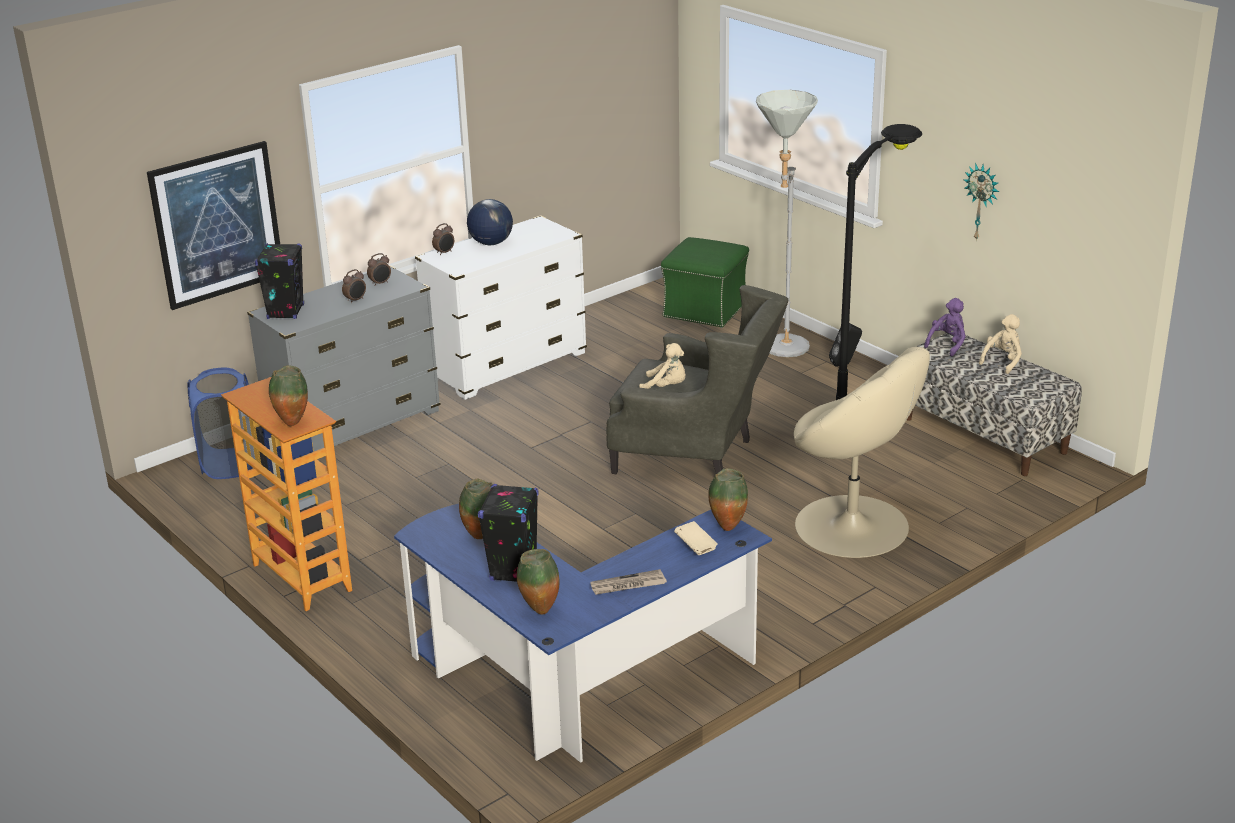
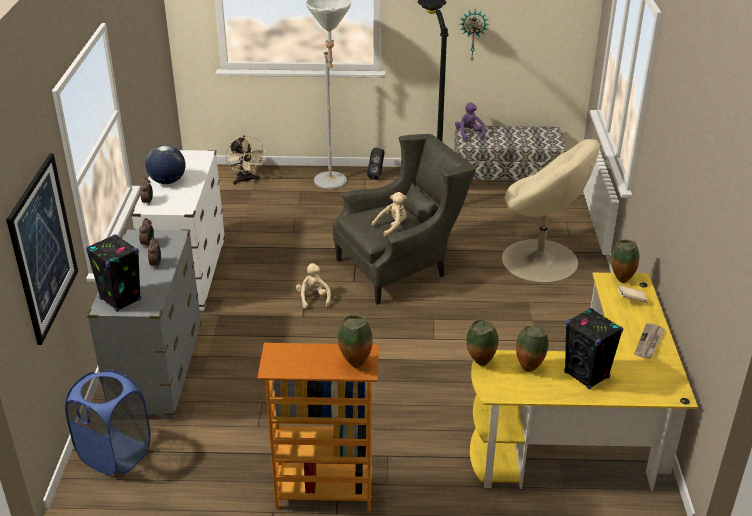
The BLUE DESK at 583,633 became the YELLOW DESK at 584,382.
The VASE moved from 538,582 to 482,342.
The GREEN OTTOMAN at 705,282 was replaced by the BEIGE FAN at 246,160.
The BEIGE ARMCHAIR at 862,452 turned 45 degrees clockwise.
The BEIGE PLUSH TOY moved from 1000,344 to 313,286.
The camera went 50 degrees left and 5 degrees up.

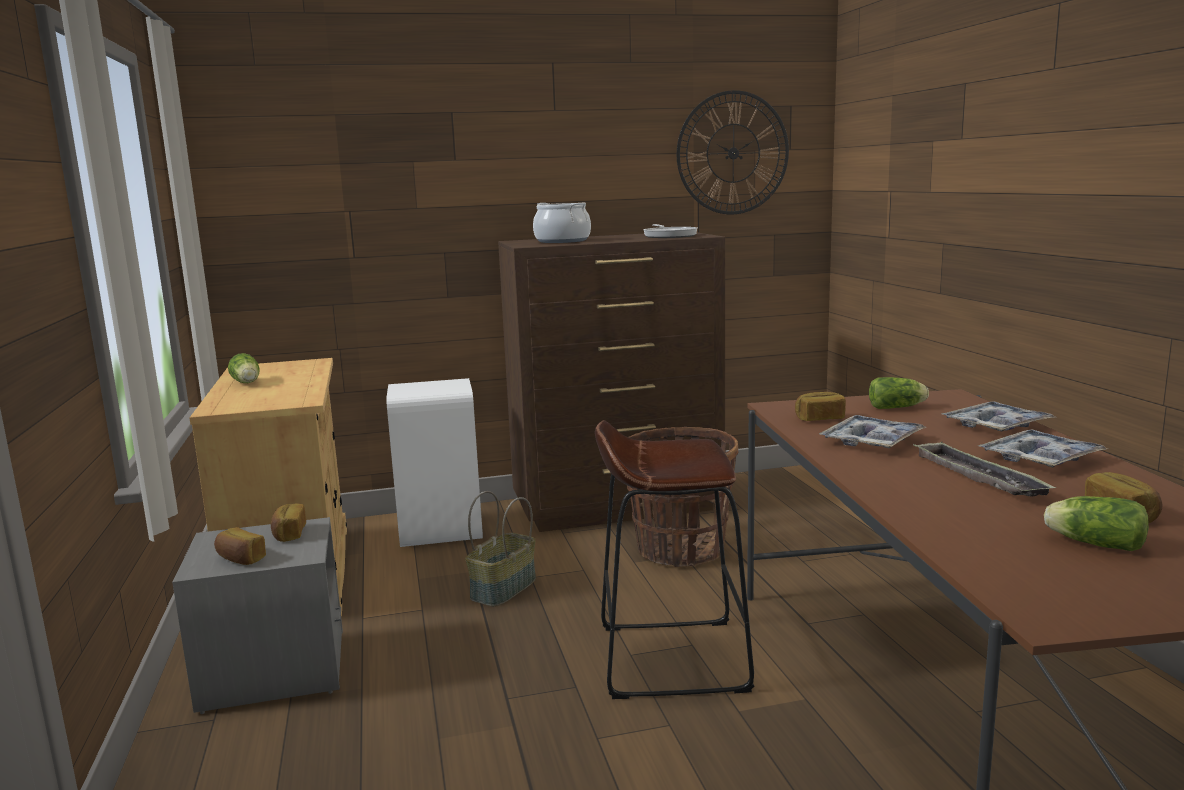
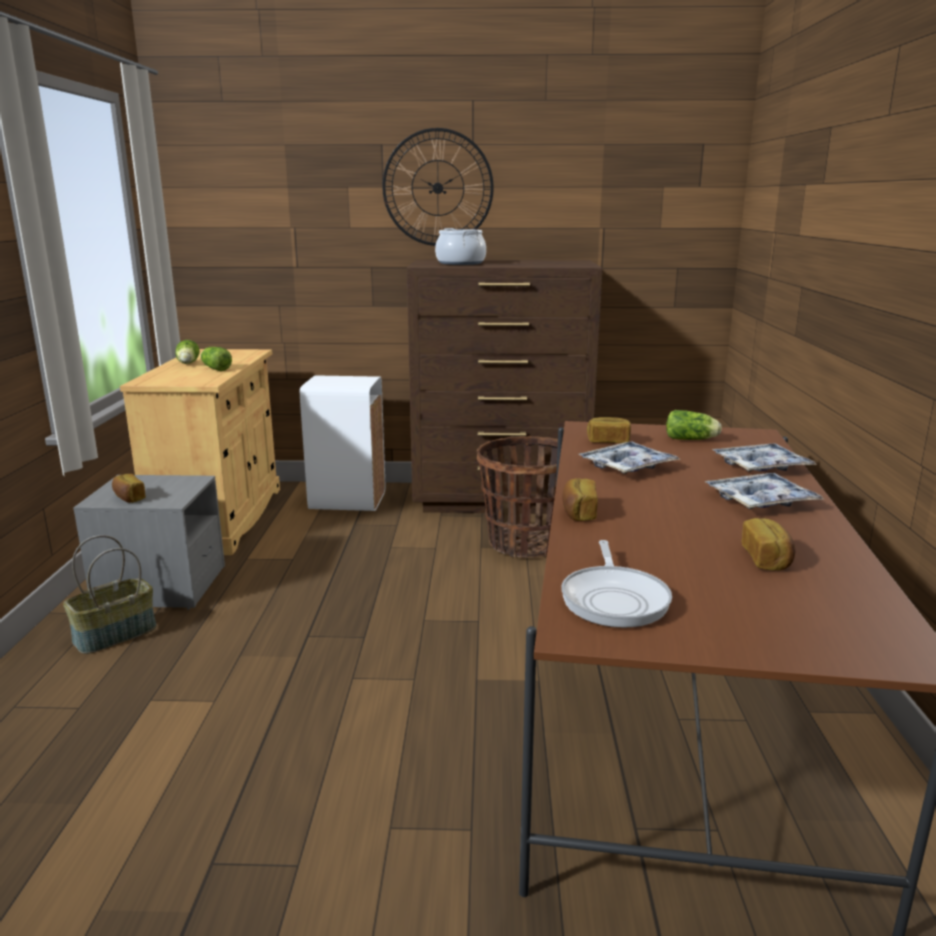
The BREAD moved from 288,522 to 580,499.
The BASKET moved from 500,548 to 109,594.
The BROWN STOOL at 675,560 disappeared.
The FRYING PAN moved from 671,231 to 616,584.
The WALL CLOCK moved from 733,152 to 438,187.
The TRAY at 984,469 disappeared.
The LETTUCE moved from 1096,523 to 216,359.
The camera went 15 degrees right and 5 degrees up.

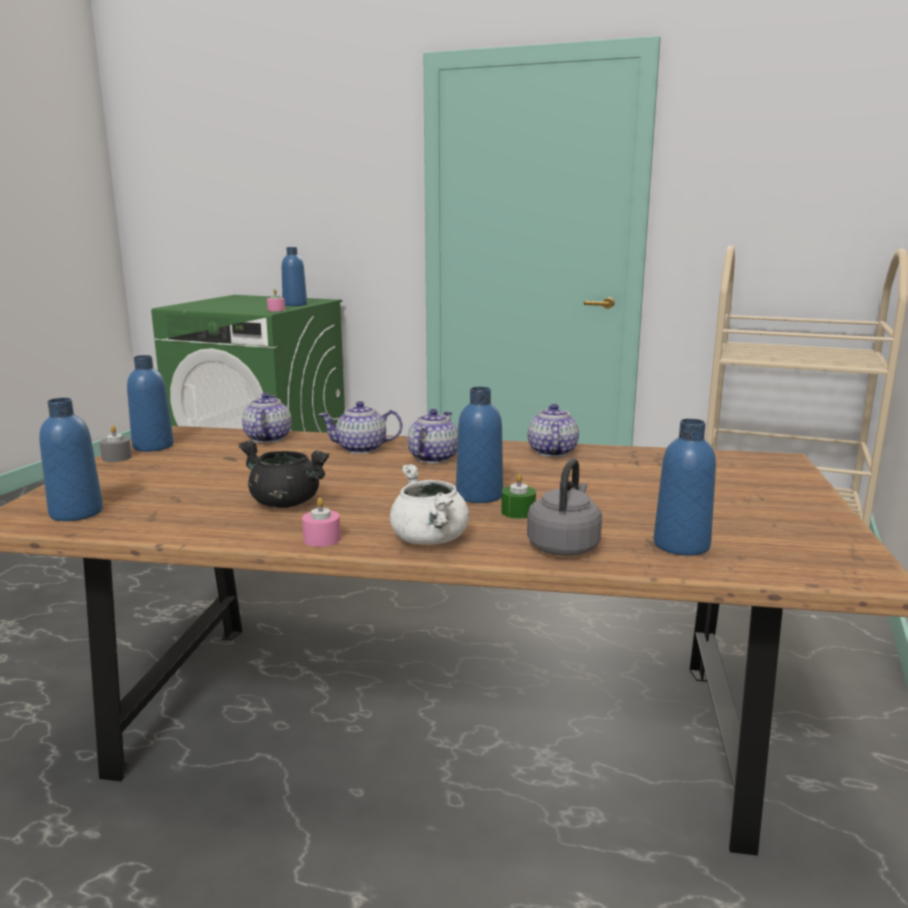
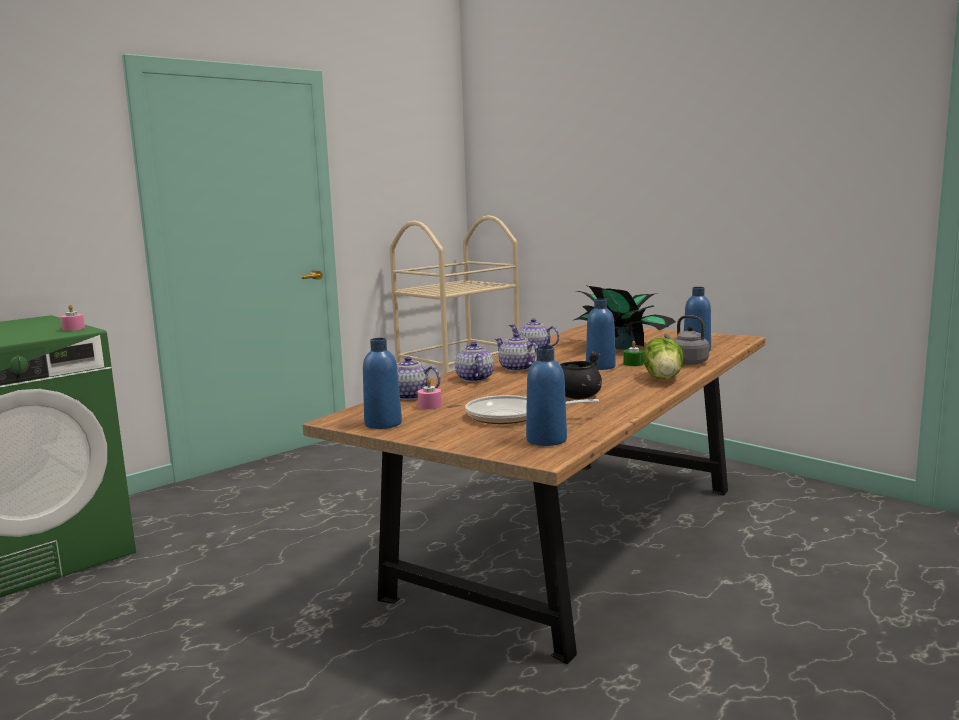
The GREY CANDLE at 116,443 disappeared.
The BLUE BOTTLE at 294,276 disappeared.
The PINK CANDLE moved from 321,522 to 429,393.
The TEAPOT at 360,427 turned 150 degrees clockwise.
The WHITE COOKING POT at 429,504 was replaced by the LETTUCE at 663,358.
The FRYING PAN at 532,409 appeared.
The POTTED PLANT at 624,318 appeared.
The camera went 65 degrees left and 5 degrees down.

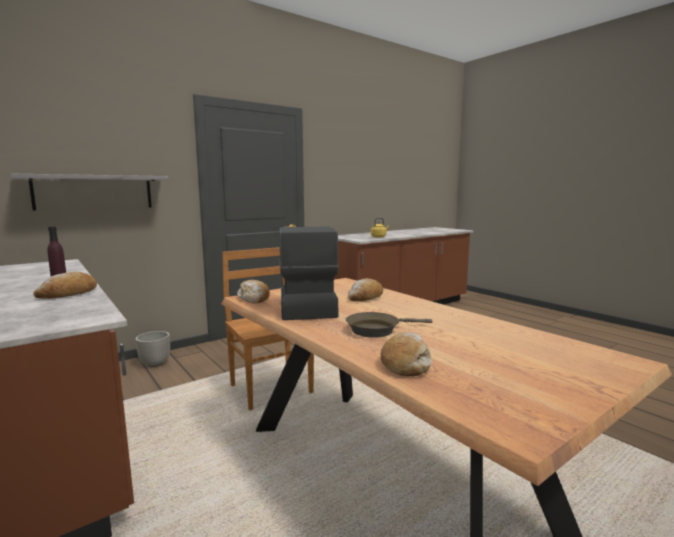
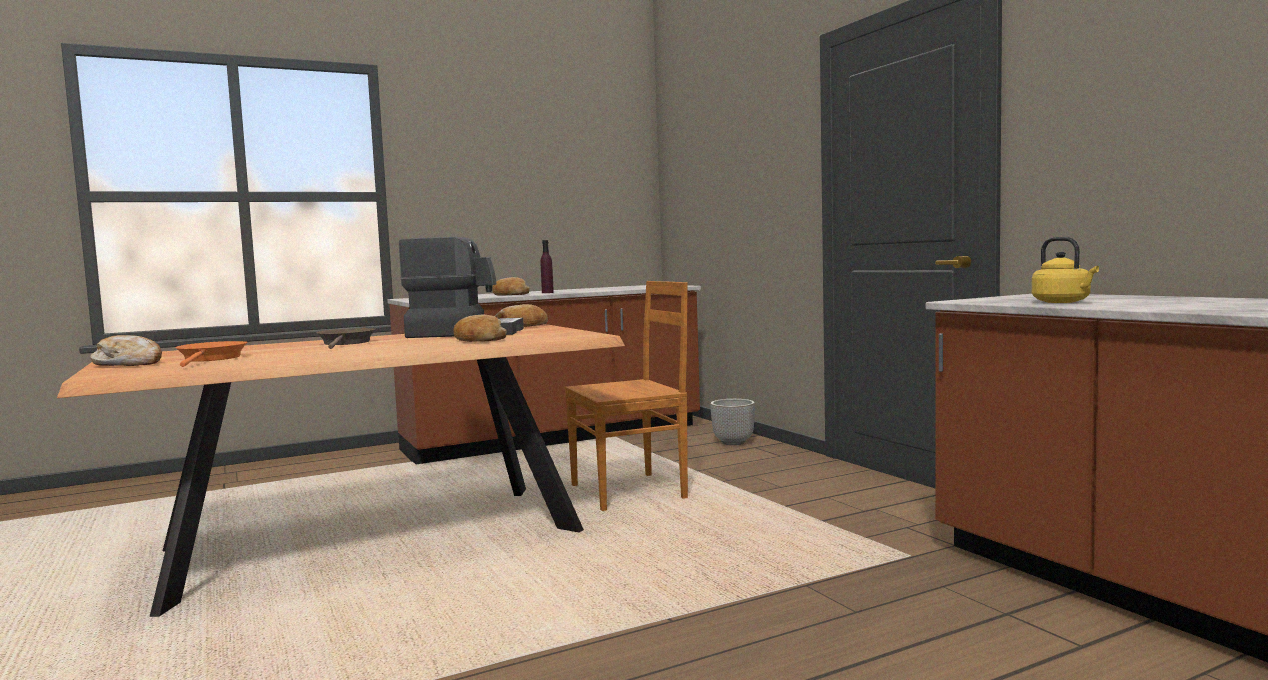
The GREY SHELF at 89,192 disappeared.
The BREAD moved from 406,354 to 126,350.
The ORANGE FRYING PAN at 211,354 appeared.
The camera went 100 degrees right and 5 degrees down.

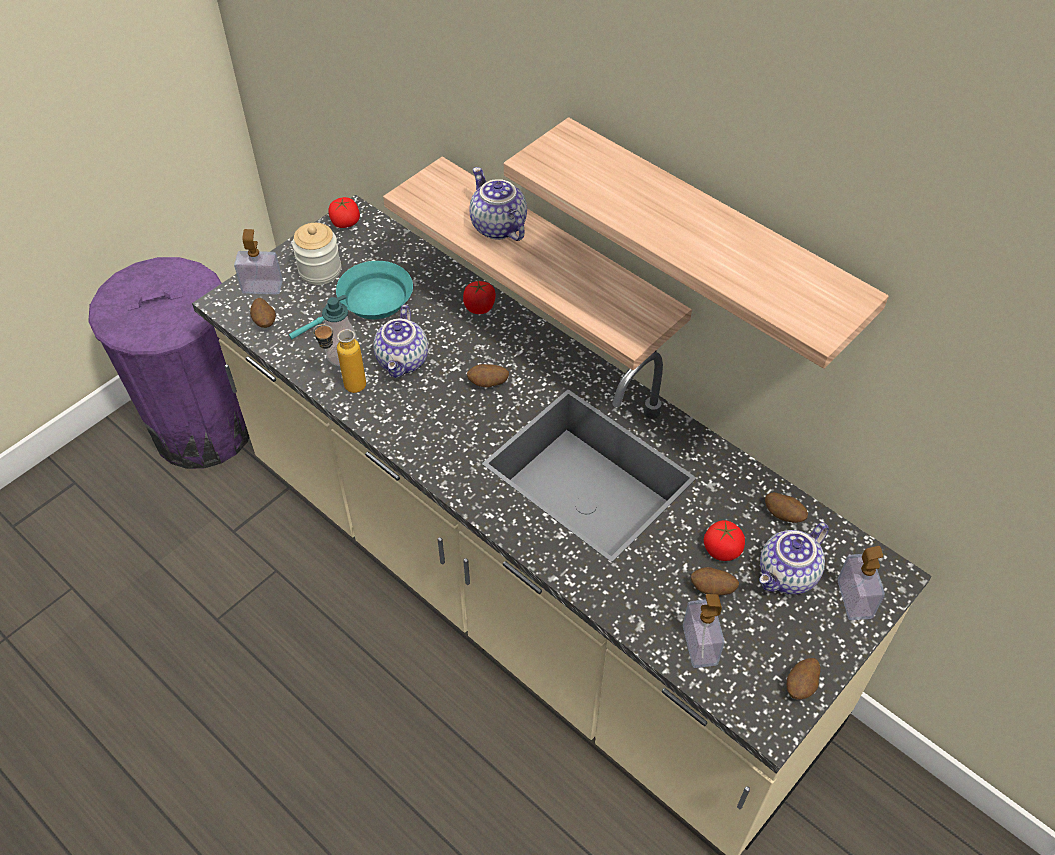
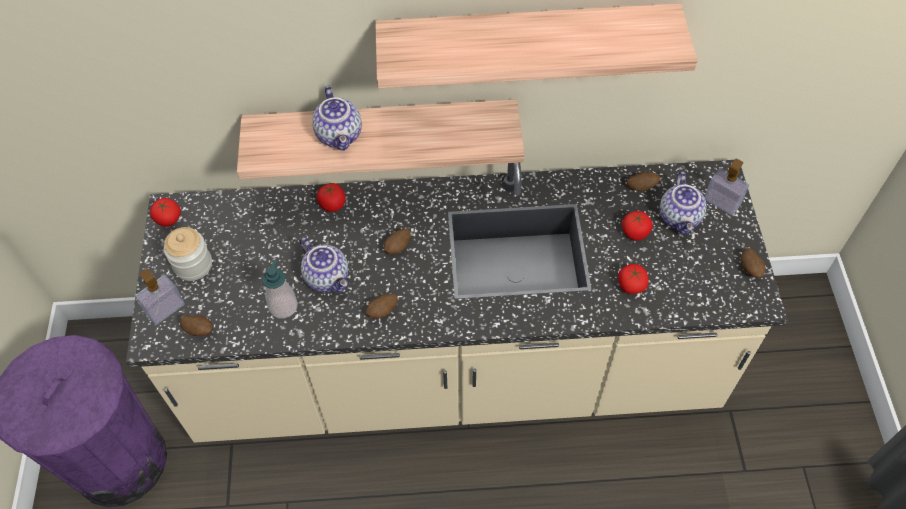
The TURQUOISE FRYING PAN at 351,300 disappeared.
The BOTTLE at 339,358 disappeared.
The TEAPOT at 498,204 turned 120 degrees counterclockwise.
The SOAP DISPENSER at 703,631 disappeared.
The POTATO moved from 715,581 to 382,306.
The TOMATO at 633,279 appeared.
The camera went 45 degrees left and 5 degrees up.

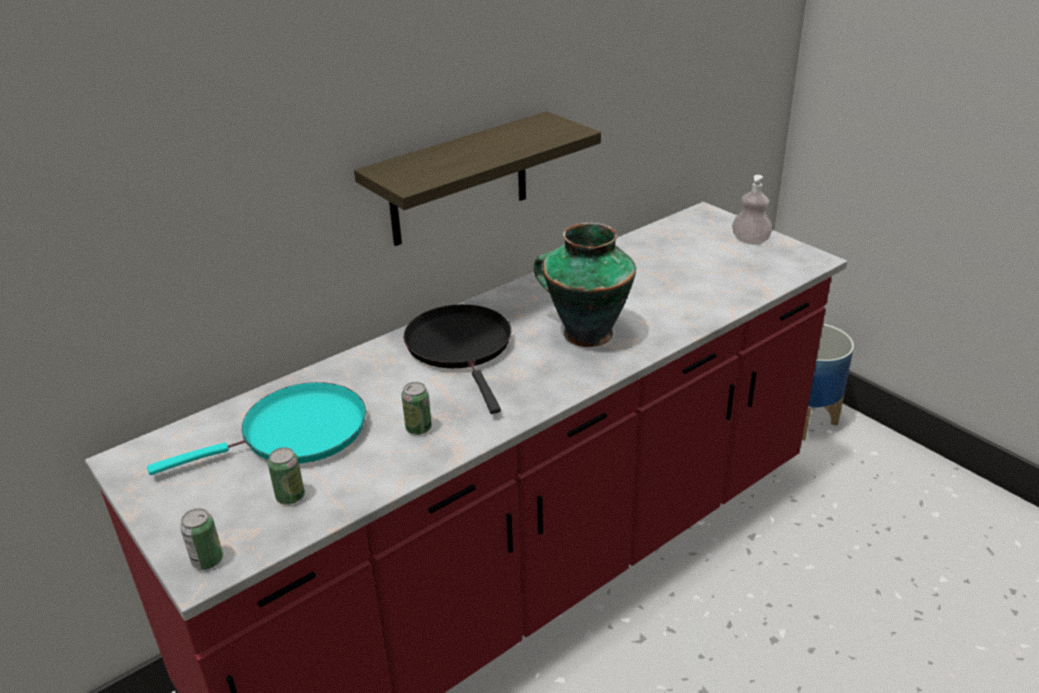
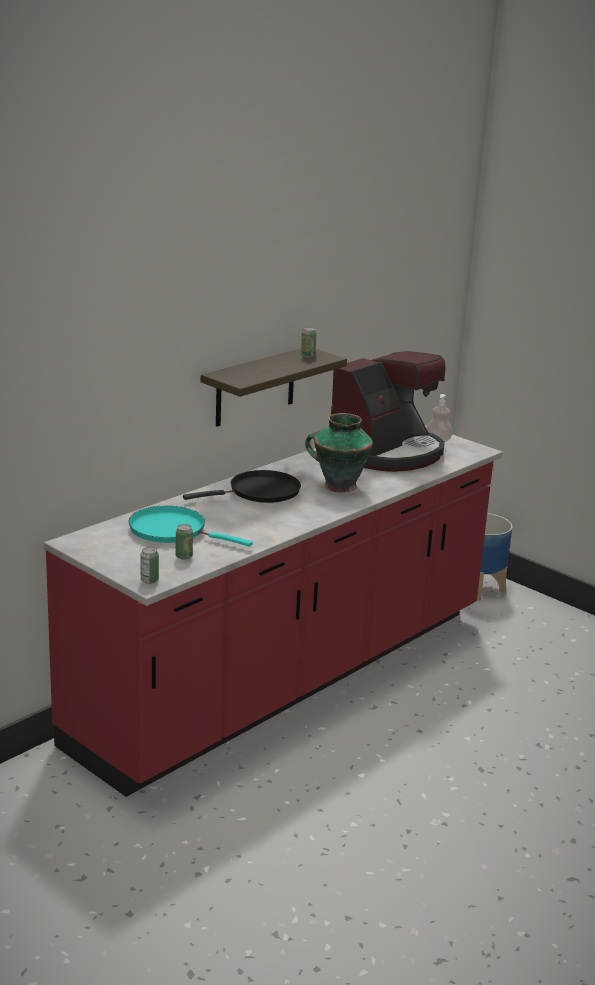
The TURQUOISE FRYING PAN at 256,428 turned 120 degrees counterclockwise.
The CAN moved from 417,408 to 309,342.
The BLACK FRYING PAN at 457,359 turned 90 degrees clockwise.
The COFFEE MACHINE at 388,411 appeared.
The camera went 10 degrees left and 10 degrees down.

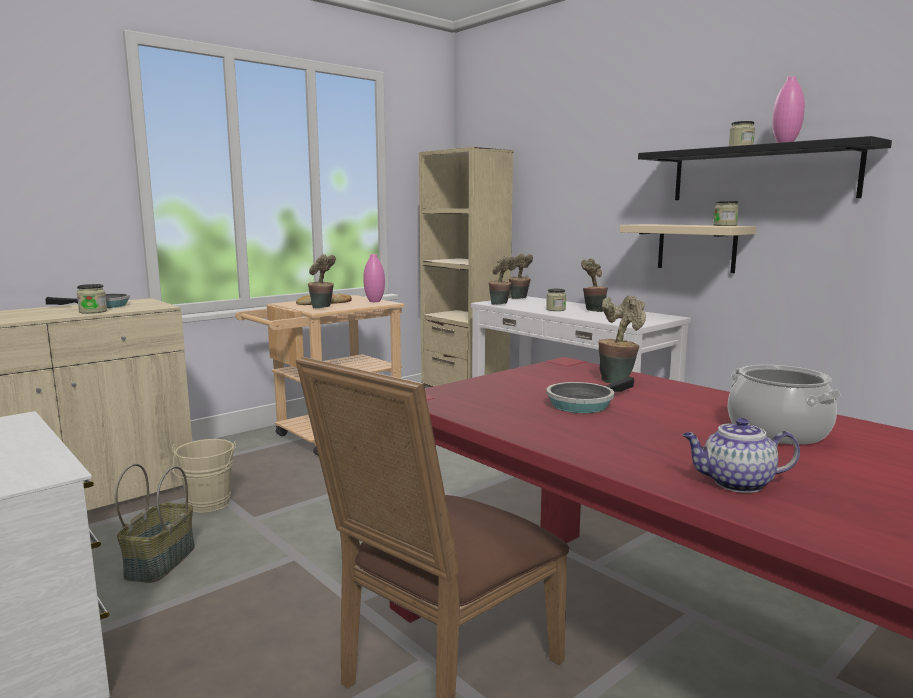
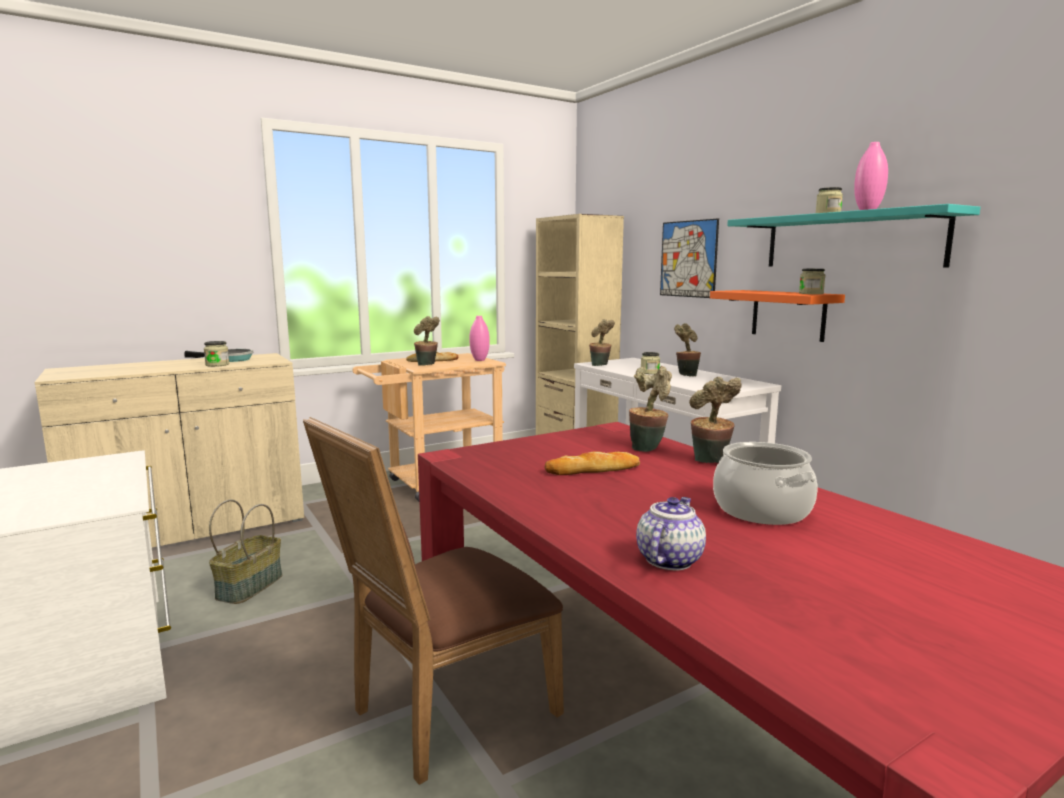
The BEIGE BUCKET at 204,476 disappeared.
The POTTED PLANT moved from 521,276 to 715,420.
The FRYING PAN at 590,395 was replaced by the BREAD at 592,463.
The BEIGE SHELF at 688,248 became the ORANGE SHELF at 777,316.
The BLACK SHELF at 765,168 became the TURQUOISE SHELF at 854,235.
The TEAPOT at 741,455 turned 105 degrees clockwise.
The PICTURE at 689,258 appeared.
The camera went 10 degrees right and 0 degrees up.

